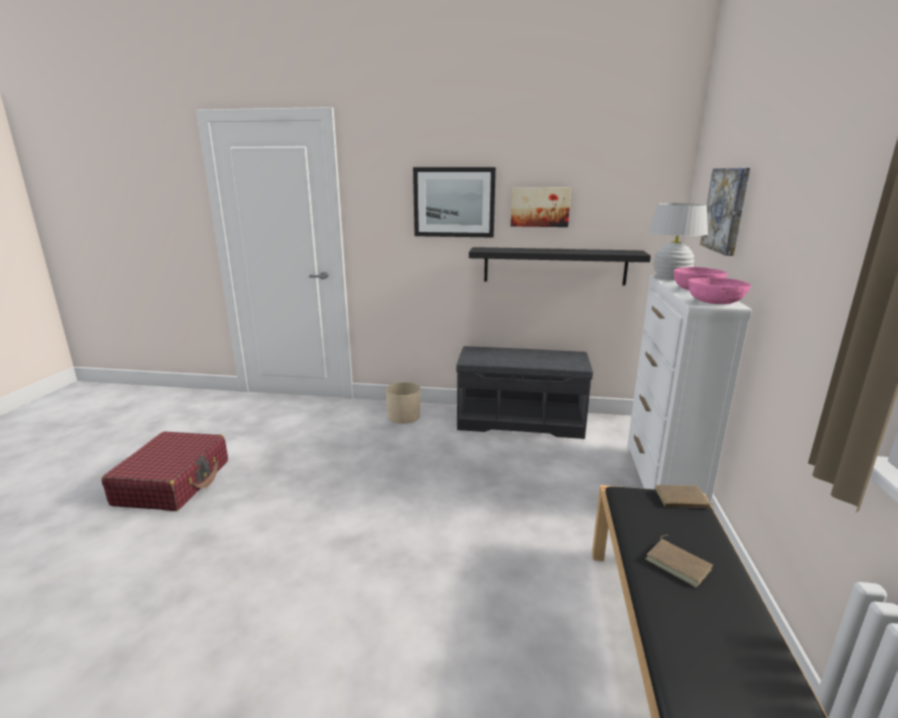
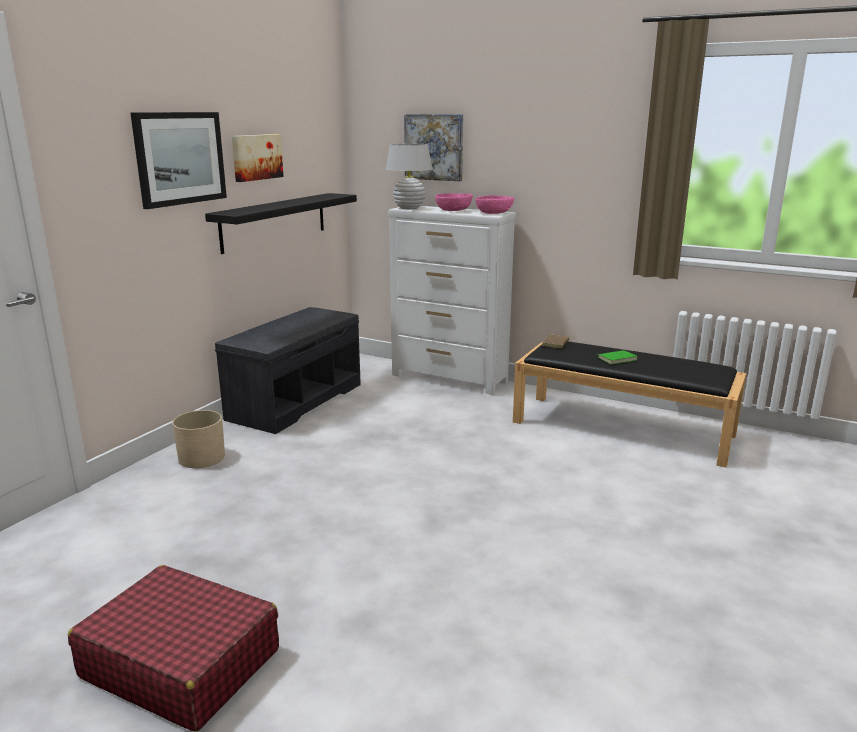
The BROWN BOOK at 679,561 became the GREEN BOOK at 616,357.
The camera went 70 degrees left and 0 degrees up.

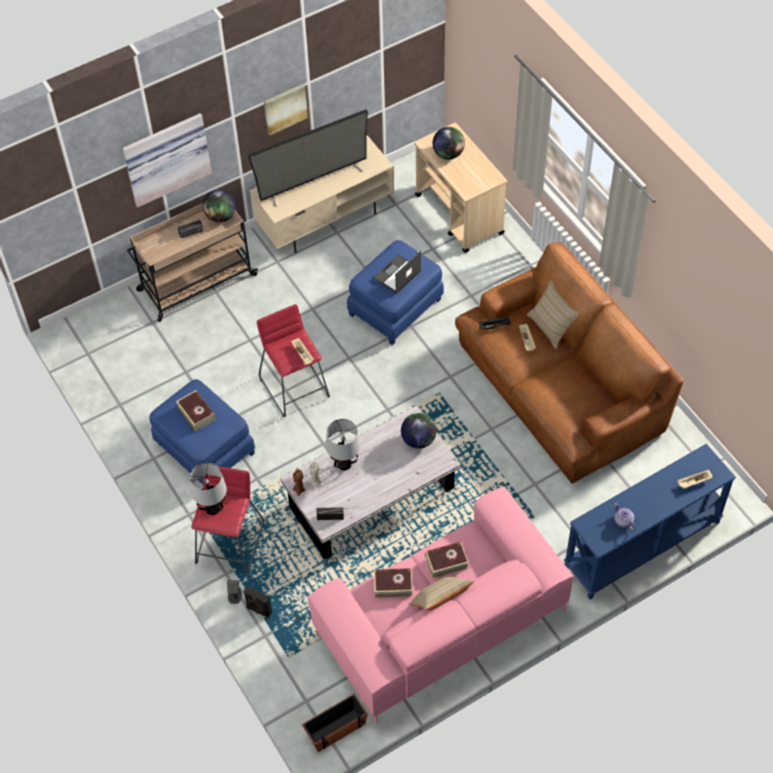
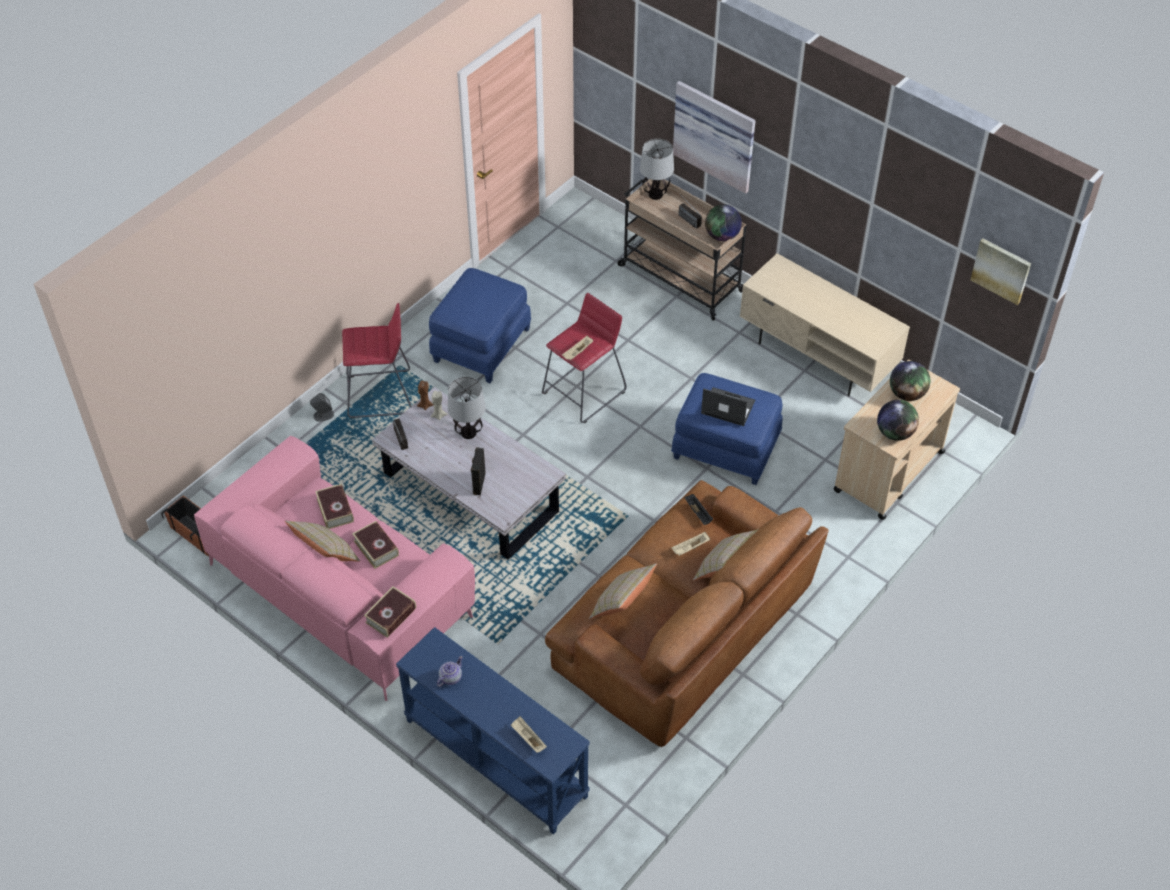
The BOOK moved from 196,411 to 390,612.
The TABLE LAMP moved from 208,489 to 657,169.
The BLACK SPEAKER moved from 257,602 to 478,471.
The TELEVISION at 308,158 disappeared.
The PICTURE moved from 286,110 to 1000,272.
The GLOBE moved from 419,431 to 898,420.
The BEIGE PILLOW at 623,591 appeared.
The camera went 70 degrees right and 5 degrees down.

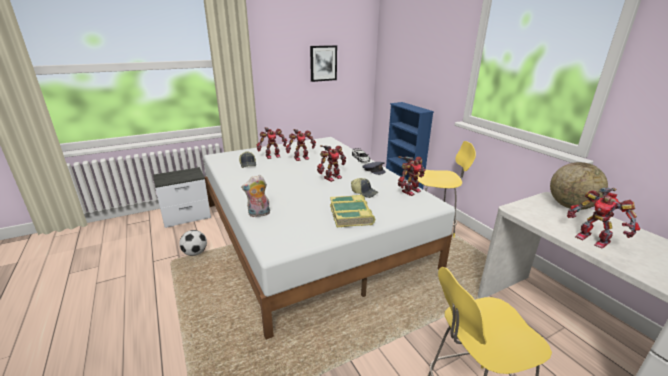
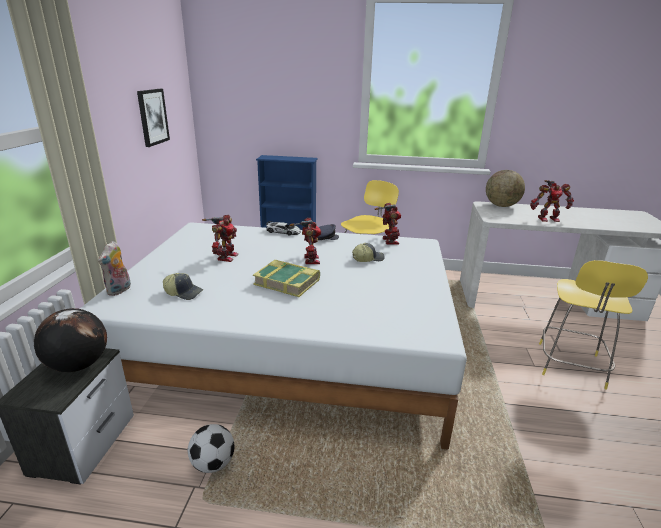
The PLUSH TOY moved from 255,196 to 114,268.
The TOY ROBOT at 271,143 disappeared.
The BOOK moved from 352,211 to 286,278.
The GLOBE at 70,340 appeared.
The camera went 55 degrees left and 0 degrees up.

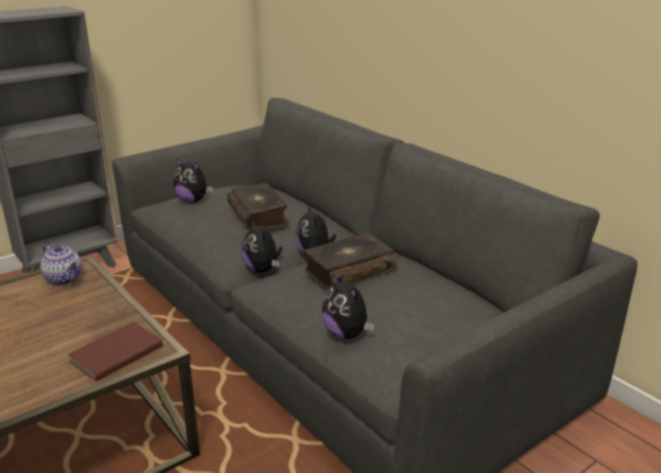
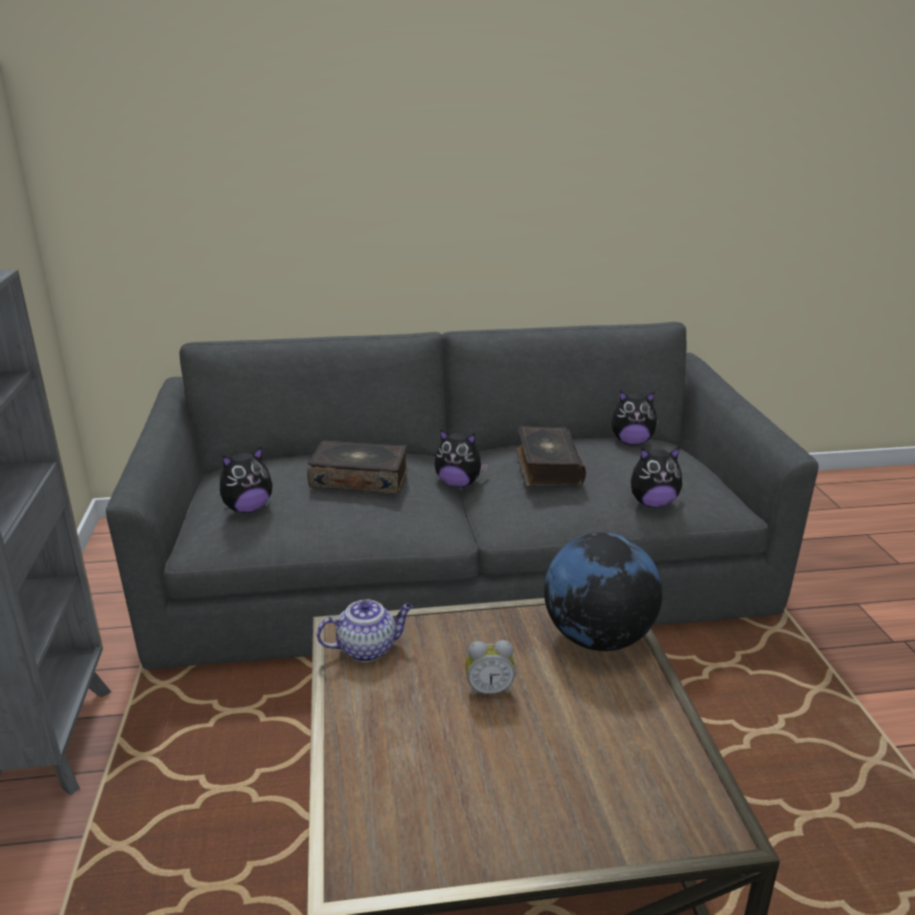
The BROWN BOOK at 115,352 was replaced by the GLOBE at 603,591.
The PLUSH TOY moved from 261,245 to 635,418.
The ALARM CLOCK at 490,668 appeared.
The camera went 60 degrees left and 0 degrees up.

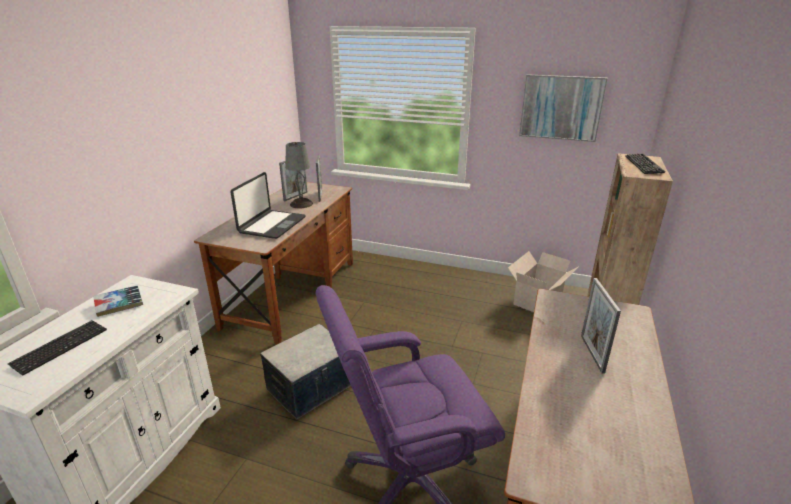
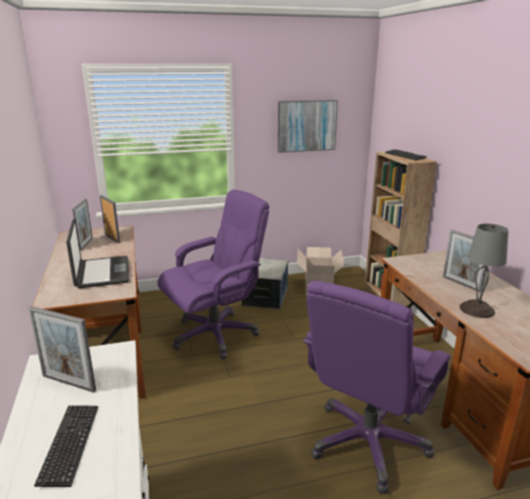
The BOOK at 118,301 was replaced by the PICTURE FRAME at 62,349.
The STORAGE BOX moved from 305,371 to 265,283.
The GREY TABLE LAMP moved from 299,175 to 484,271.
The PURPLE OFFICE CHAIR at 213,274 appeared.
The camera went 35 degrees left and 5 degrees down.

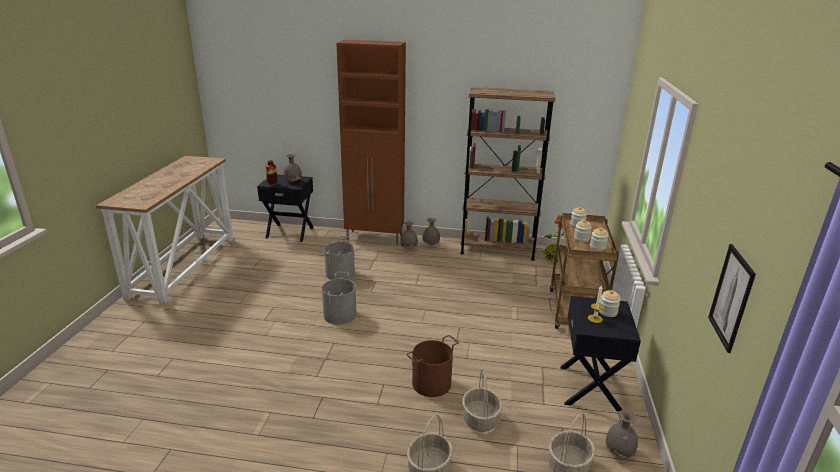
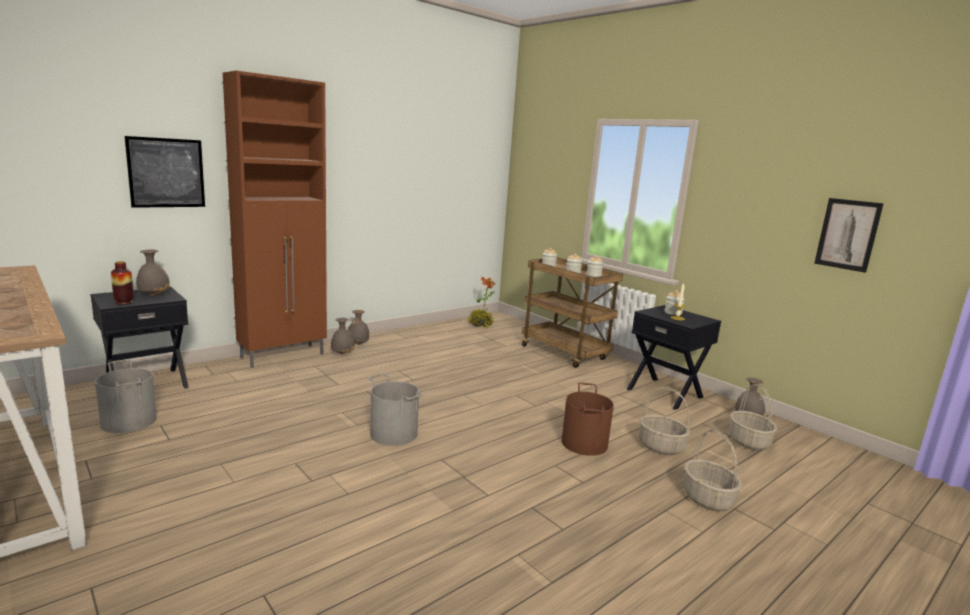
The GREY BUCKET moved from 339,258 to 126,396.
The BROWN BOOKCASE at 507,174 disappeared.
The PICTURE at 165,172 appeared.
The camera went 50 degrees left and 10 degrees down.

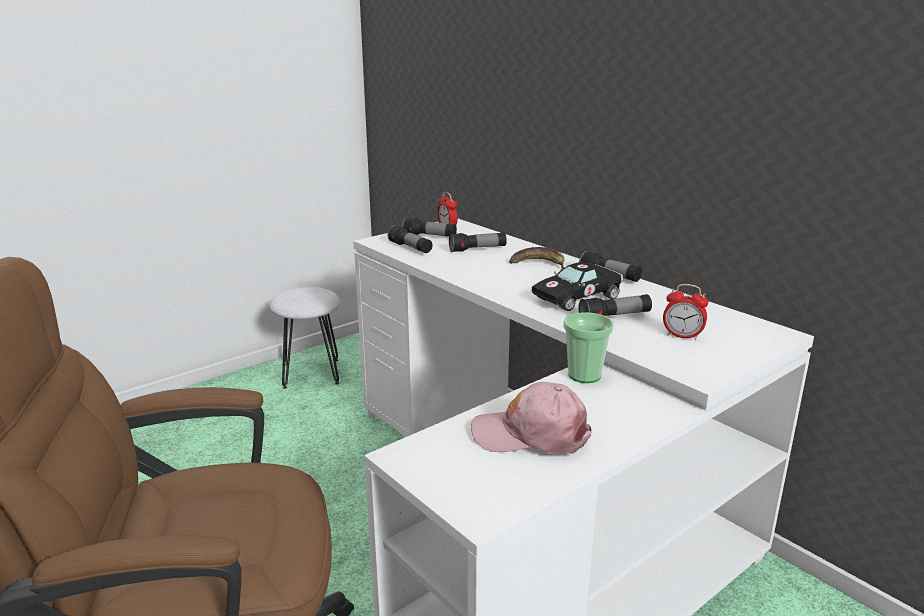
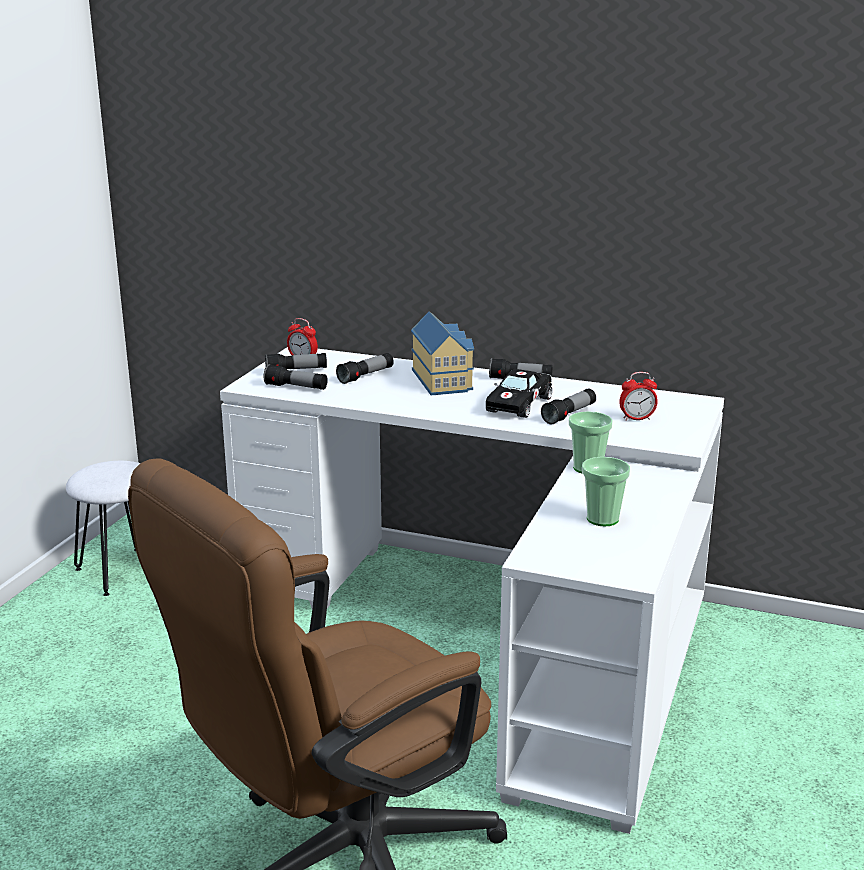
The PINK CAP at 531,418 was replaced by the CUP at 606,491.
The BANANA at 536,258 was replaced by the TOY HOUSE at 442,353.
The camera went 30 degrees left and 0 degrees up.

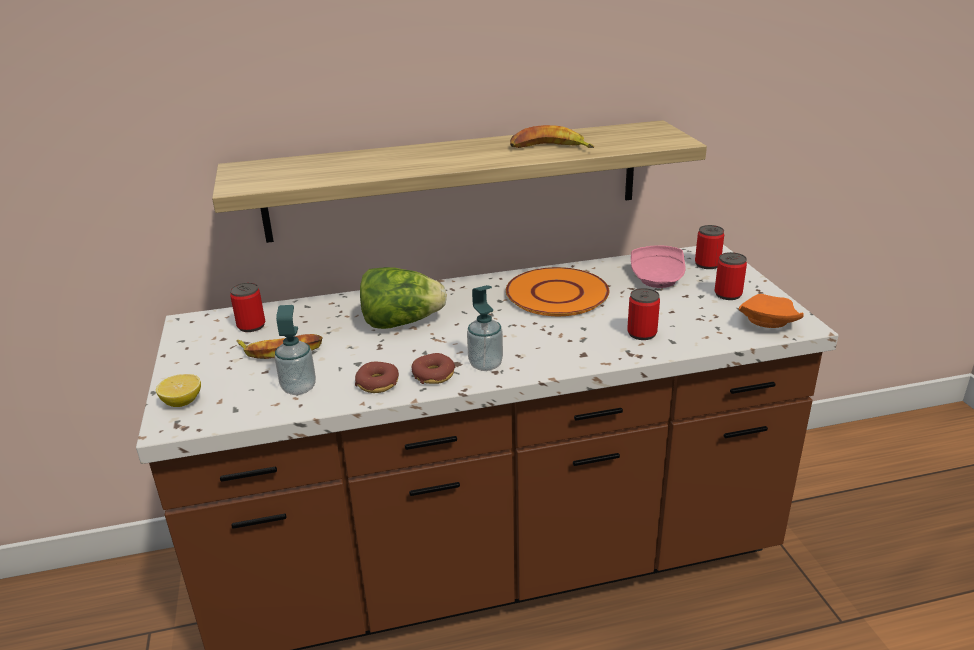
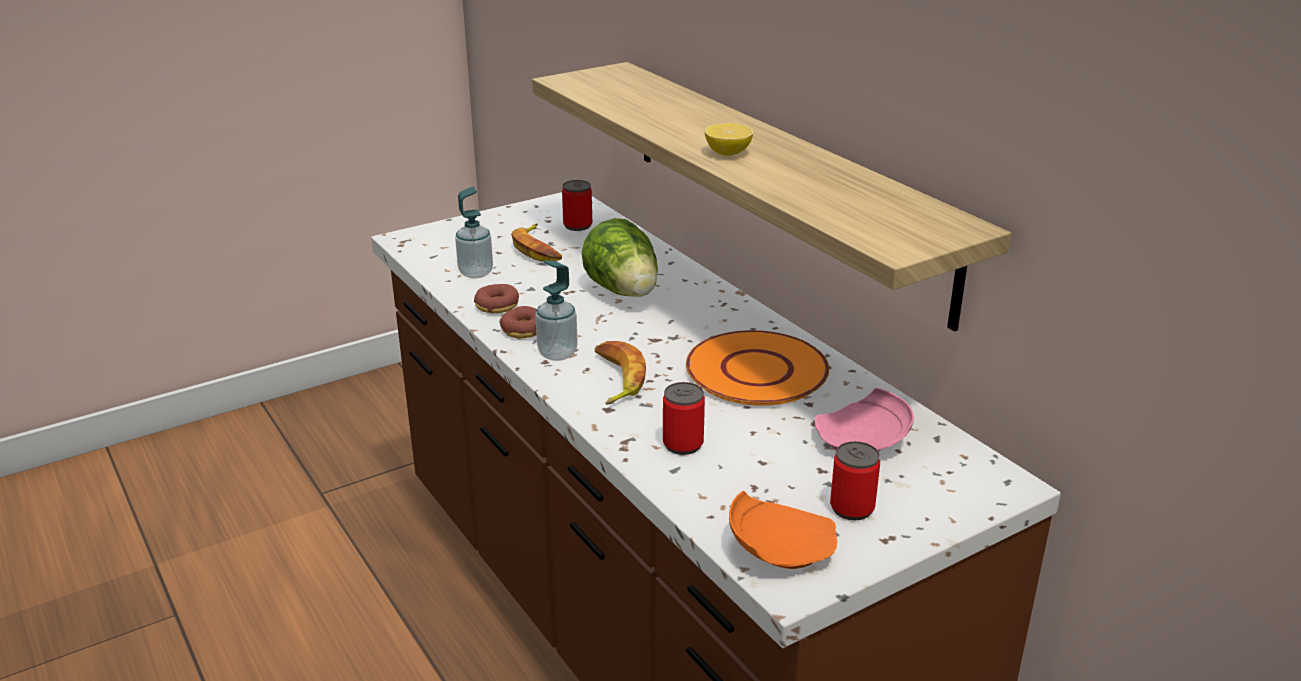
The LEMON moved from 178,390 to 729,139.
The BANANA moved from 552,136 to 620,373.
The CAN at 709,247 disappeared.
The camera went 70 degrees right and 0 degrees up.

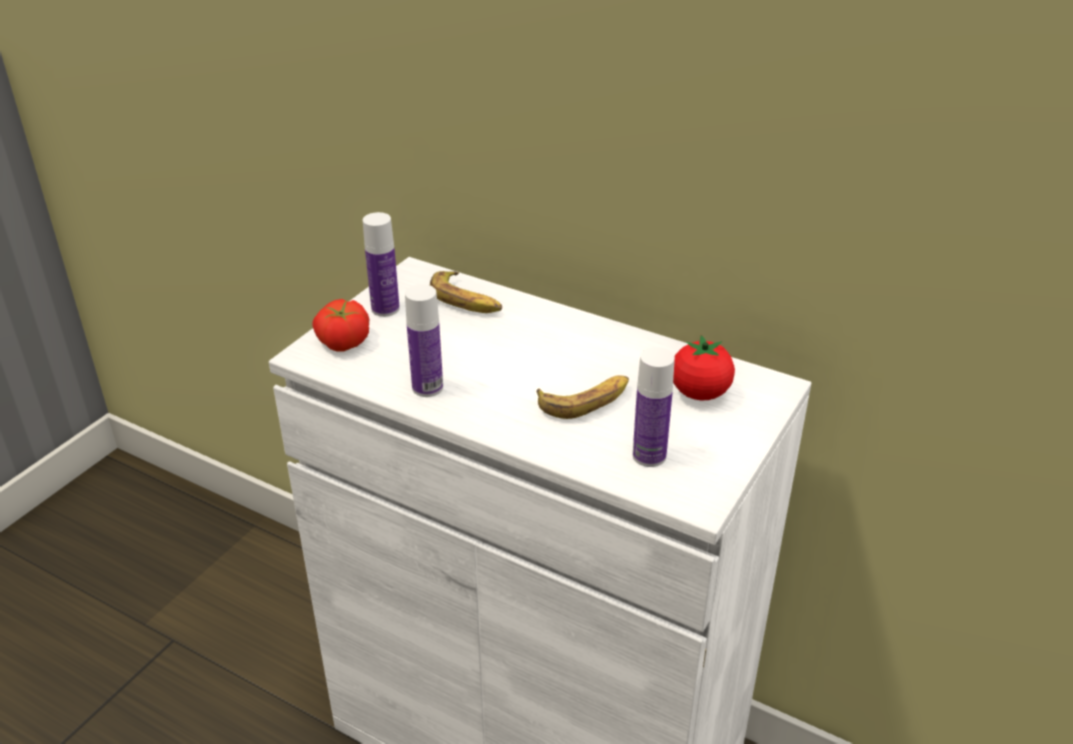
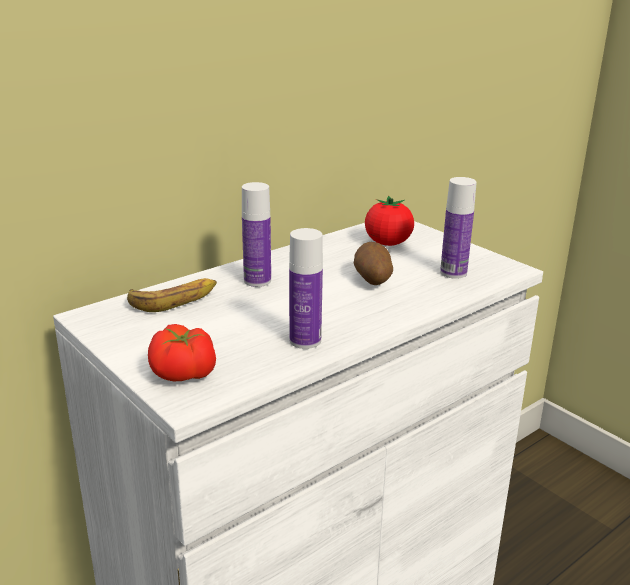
The BOTTLE moved from 381,264 to 256,234.
The BANANA at 583,397 was replaced by the POTATO at 373,263.
The camera went 70 degrees left and 10 degrees down.

